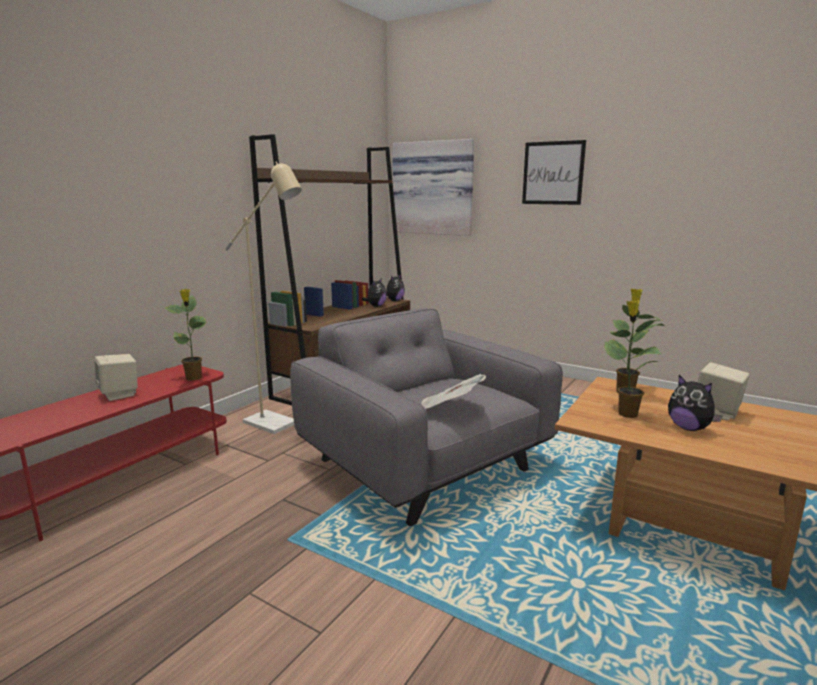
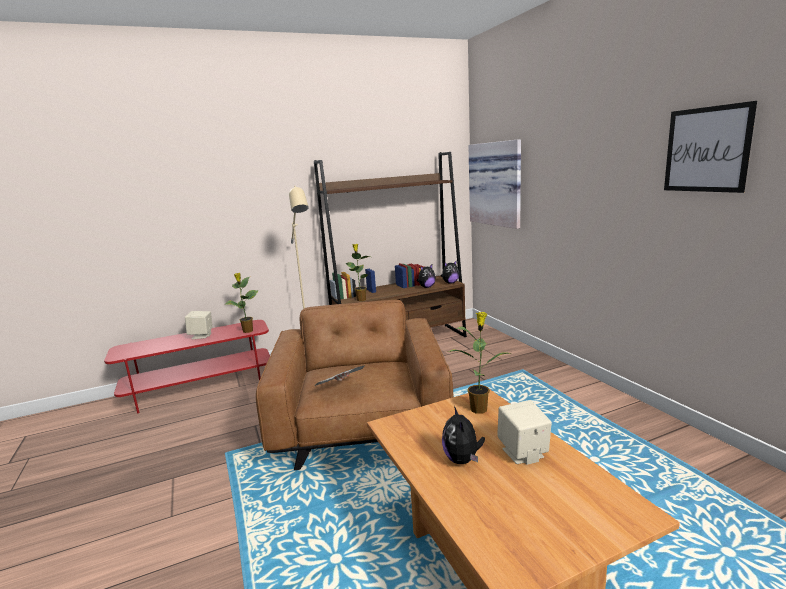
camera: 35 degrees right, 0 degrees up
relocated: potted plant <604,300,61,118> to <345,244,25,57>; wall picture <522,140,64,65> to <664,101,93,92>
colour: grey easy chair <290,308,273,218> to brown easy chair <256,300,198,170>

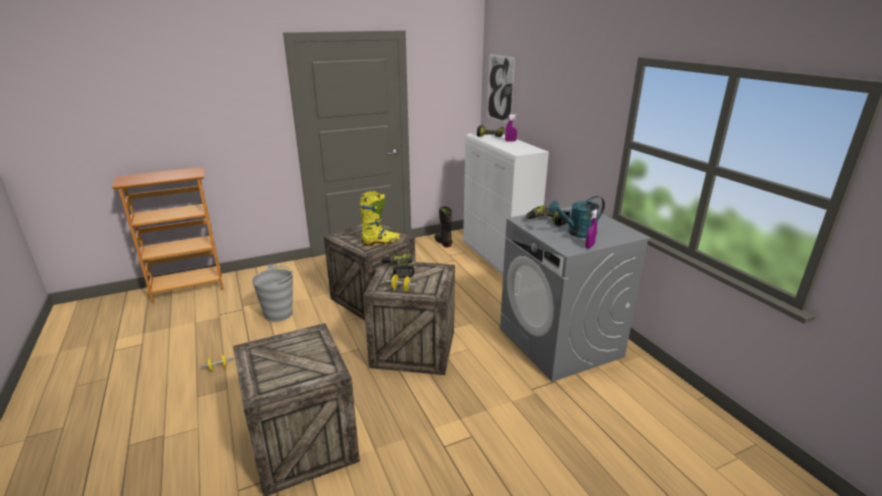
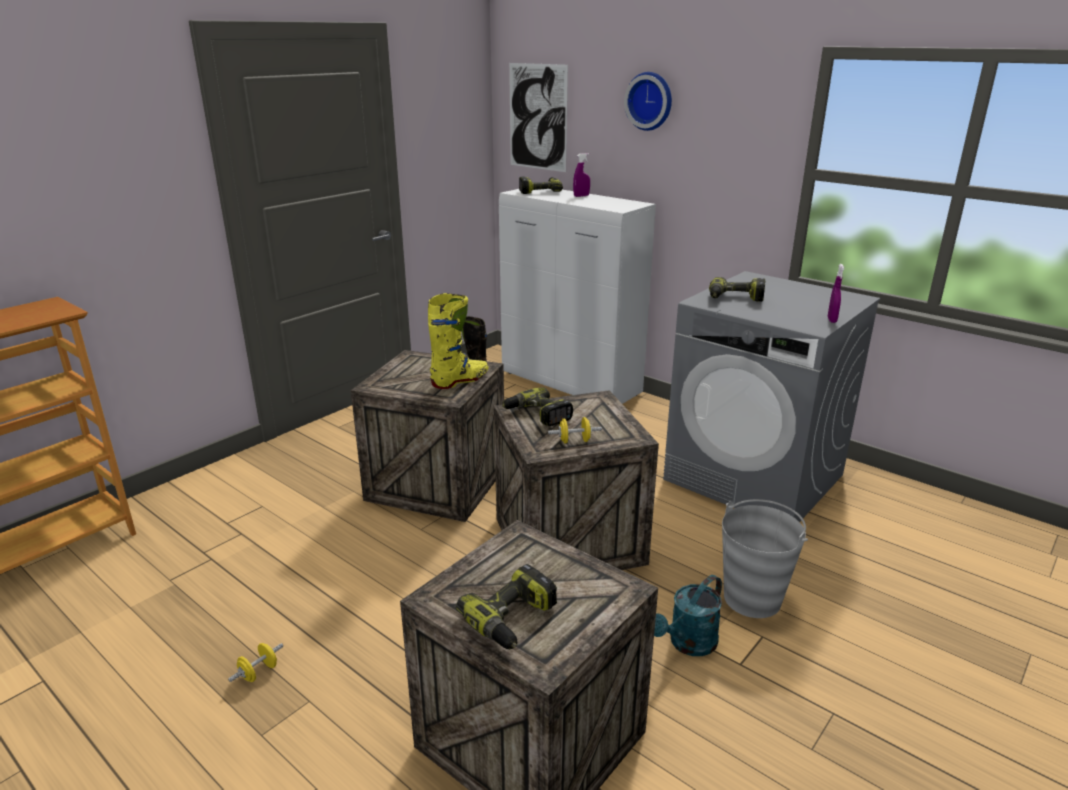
camera: 25 degrees left, 0 degrees up
appeared: drill <456,564,101,85>; wall clock <624,72,48,59>
relocated: turquoise-coloured sprinkling can <549,196,56,42> to <654,575,68,81>; grey bucket <252,264,41,58> to <722,499,86,119>

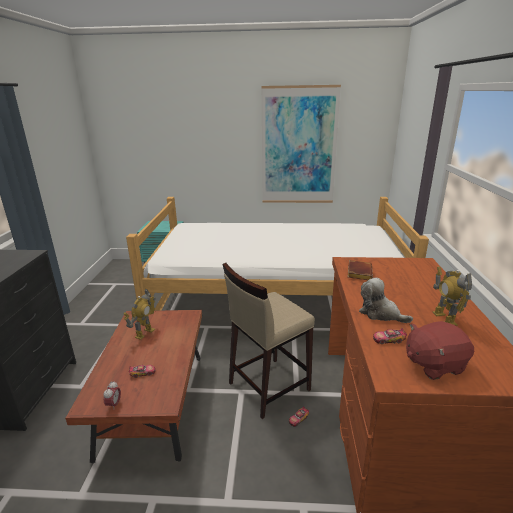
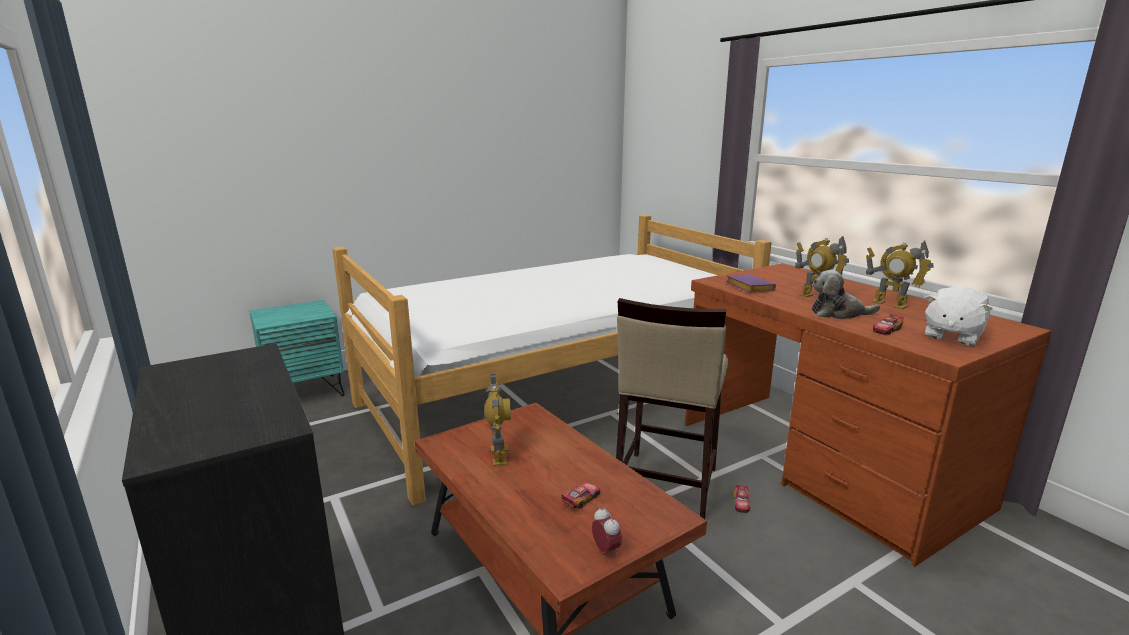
camera: 35 degrees left, 5 degrees down
missing: wall picture <261,85,80,118>
appeared: robot figure <795,236,54,65>
colour: brown volume <348,260,25,20> to purple-coloured volume <726,274,50,18>; red-coloured soft toy <406,321,68,59> to white soft toy <925,287,68,59>

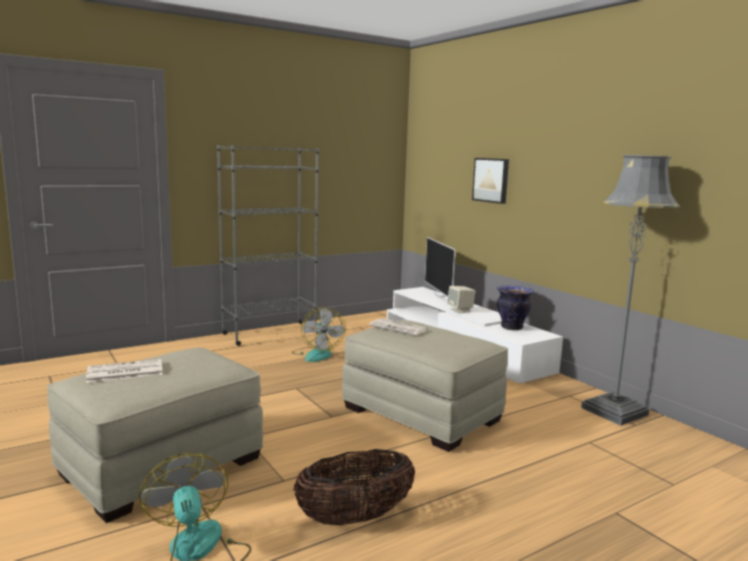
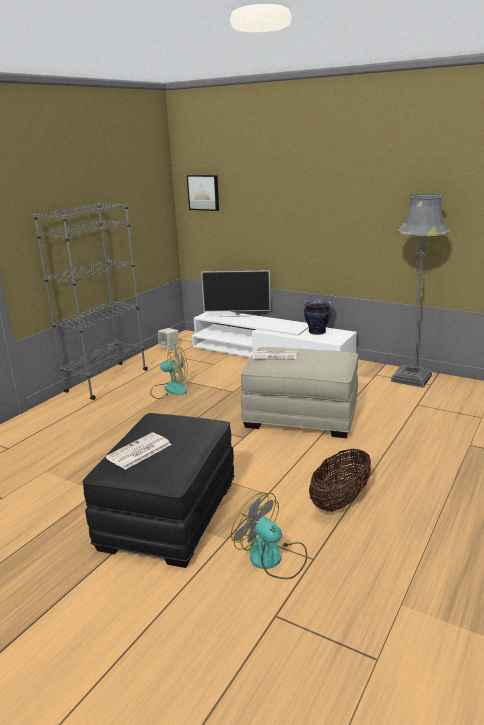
camera: 25 degrees left, 10 degrees up
relocated: sand-coloured speaker <447,286,28,27> to <158,328,21,22>; wall picture <472,158,37,46> to <187,175,32,36>
colour: sand-coloured pouffe <47,347,216,176> to black pouffe <82,413,152,155>
spun: cooling fan <292,307,53,55> = <150,346,38,53> 45 degrees counterclockwise; TV <425,237,31,65> = <201,270,69,47> 45 degrees counterclockwise

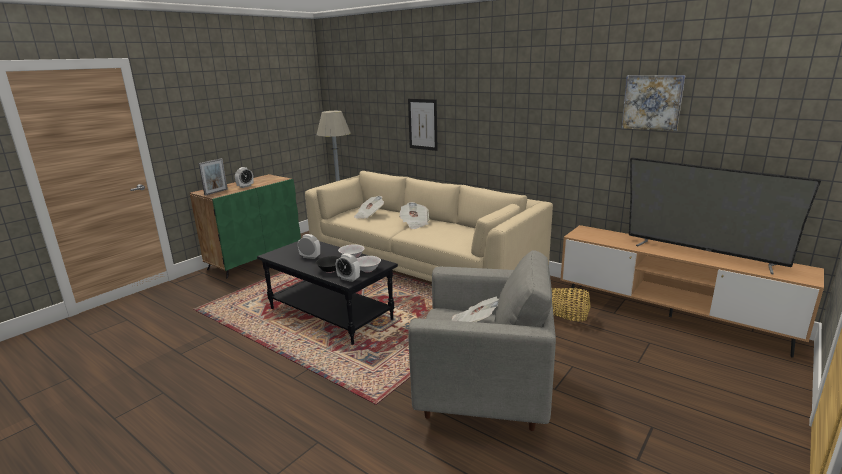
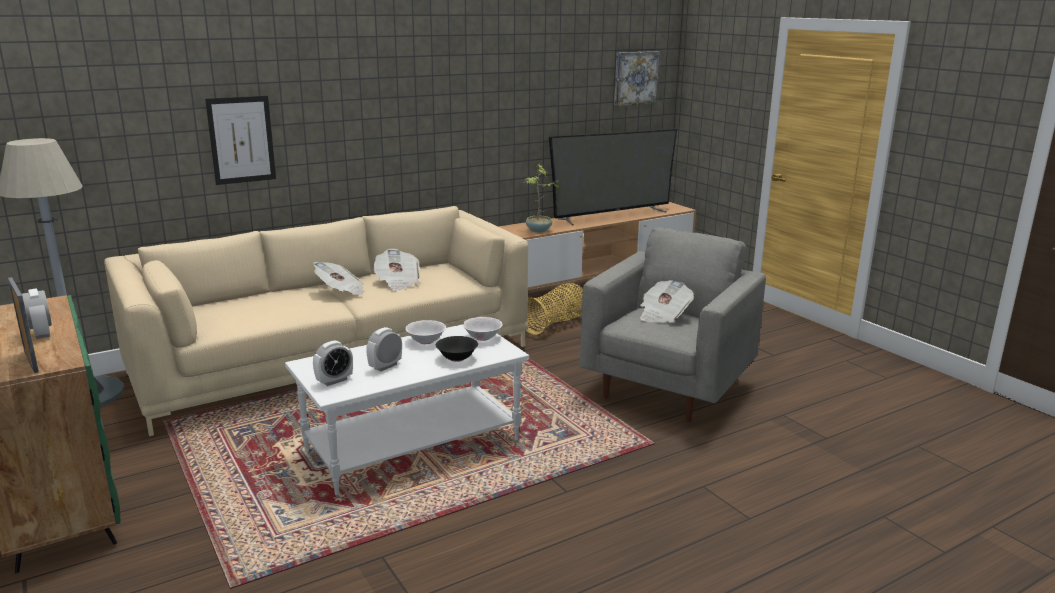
camera: 70 degrees left, 0 degrees up
appeared: potted plant <524,164,35,68>
relocated: bedside clock <336,253,24,29> to <313,341,40,45>; newspaper <354,196,30,23> to <373,249,47,42>; wall picture <621,75,64,56> to <614,51,46,55>
colour: black low table <257,241,141,104> to white low table <285,324,244,171>

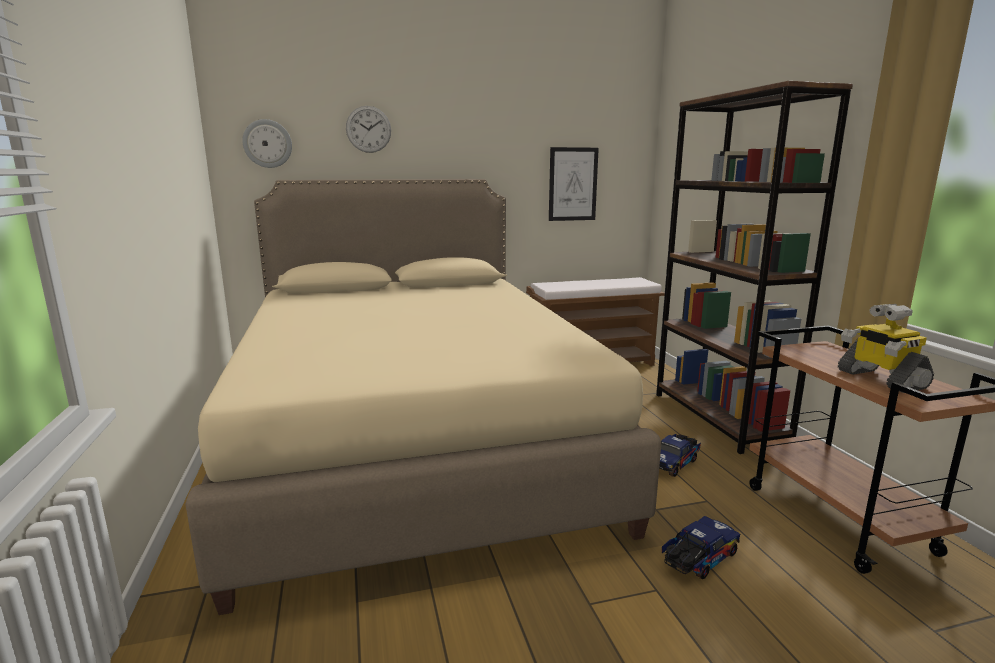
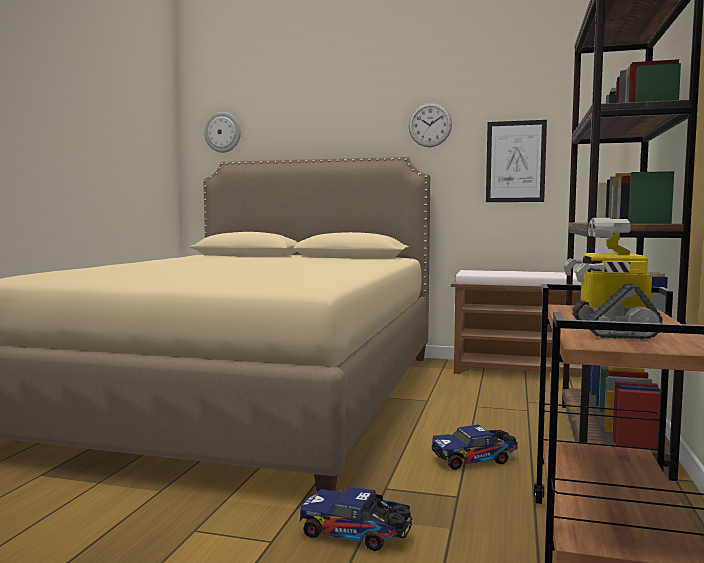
camera: 30 degrees right, 10 degrees down
relocated: wall clock <346,106,45,47> to <409,103,43,44>
spun: toy lorry <662,516,78,63> = <300,487,113,64> 150 degrees counterclockwise

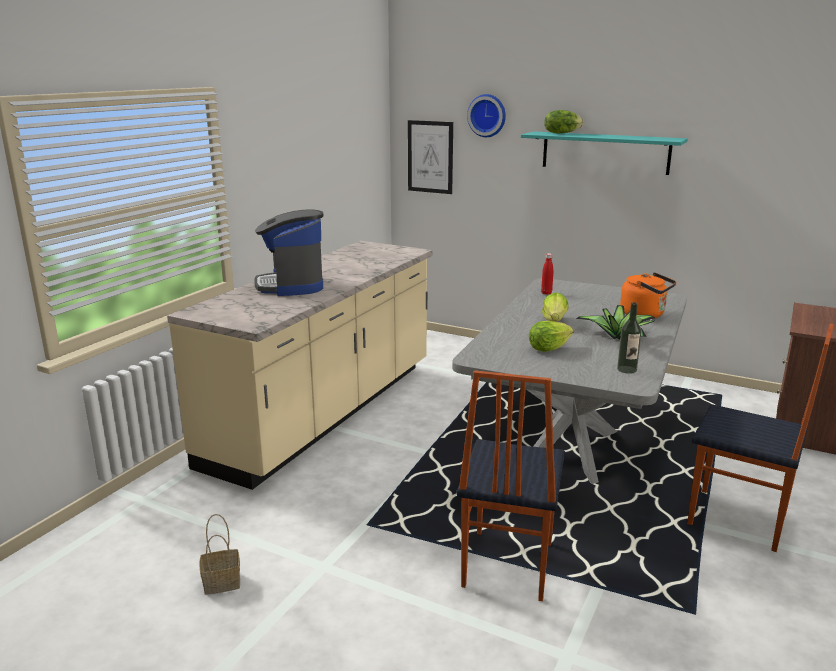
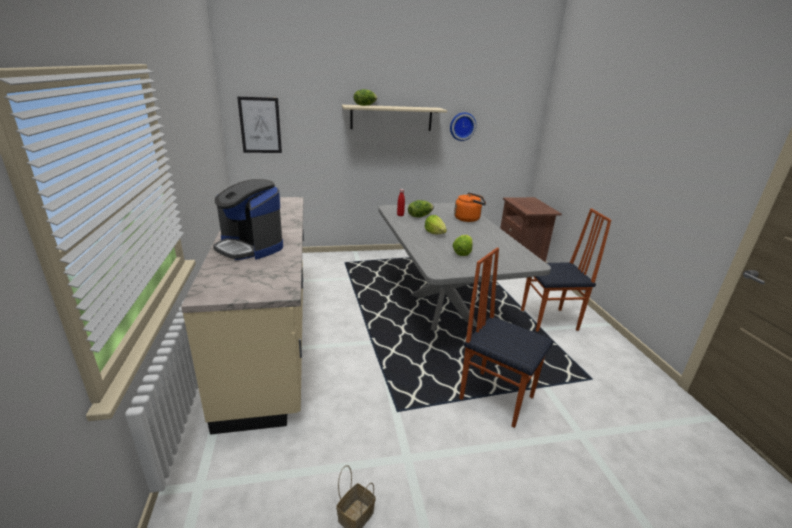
camera: 40 degrees left, 5 degrees up
missing: potted plant <576,305,79,35>; drink bottle <617,302,25,72>
appeared: lettuce head <408,200,26,17>
relocated: wall clock <467,94,39,43> to <450,112,26,29>
colour: turquoise-coloured wall shelf <521,131,167,44> to sand-coloured wall shelf <342,105,105,26>
spun: plain chair <457,370,108,231> = <459,247,95,181> 150 degrees clockwise

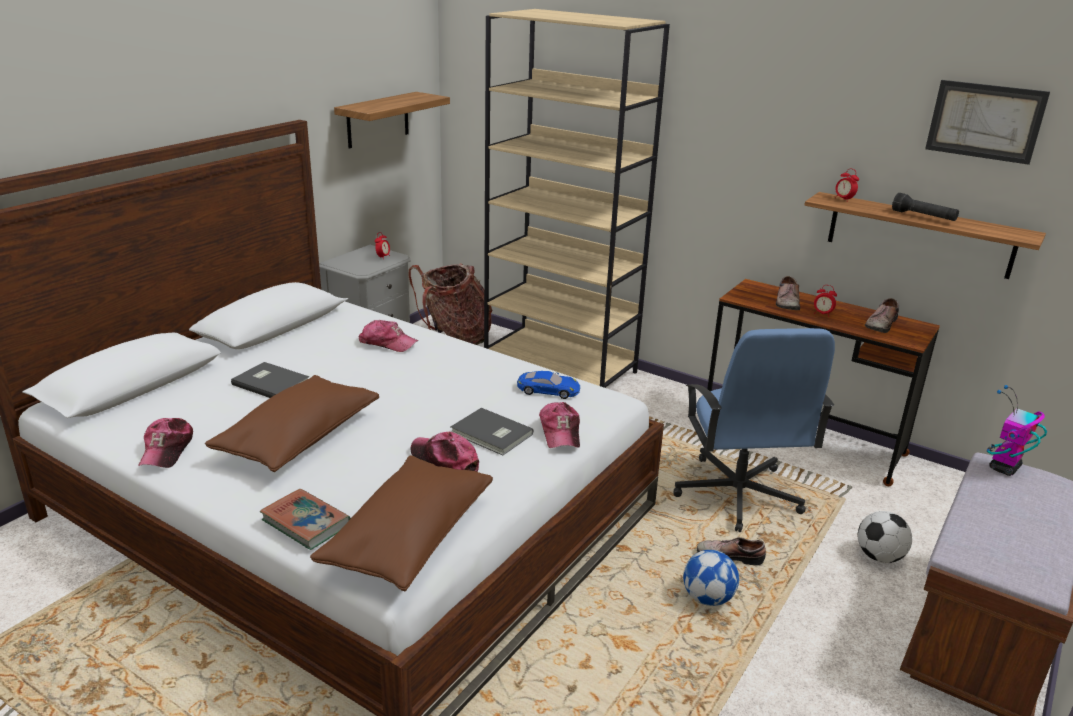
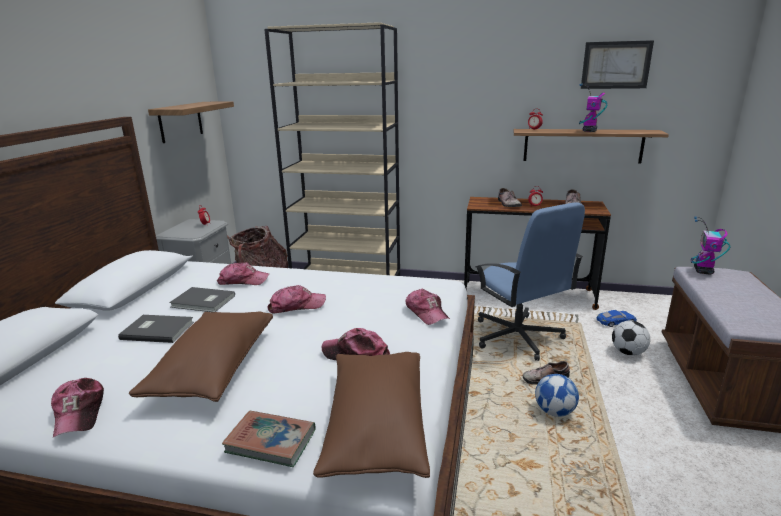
camera: 20 degrees left, 5 degrees down
appeared: peaked cap <268,285,58,29>
relocated: grey volume <450,408,83,47> to <169,287,66,25>; bluish model car <517,371,63,28> to <596,310,41,17>
exchanged: black torch <892,193,67,28> to robot figure <579,84,28,48>

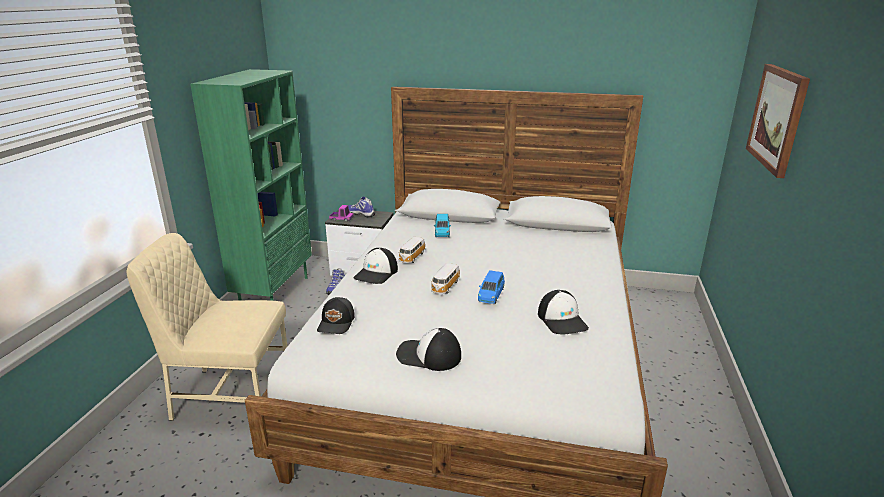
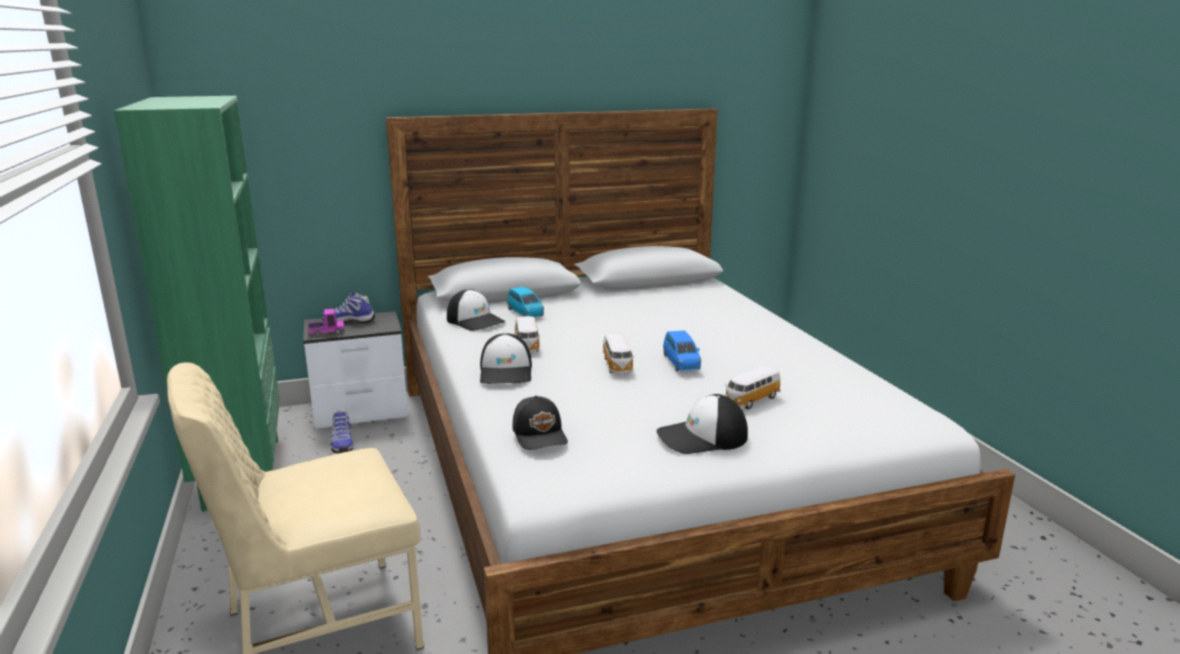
camera: 30 degrees left, 5 degrees down
missing: wall picture <746,64,64,114>
appeared: model car <725,366,56,43>
relocated: peaked cap <538,290,51,44> to <447,289,59,42>

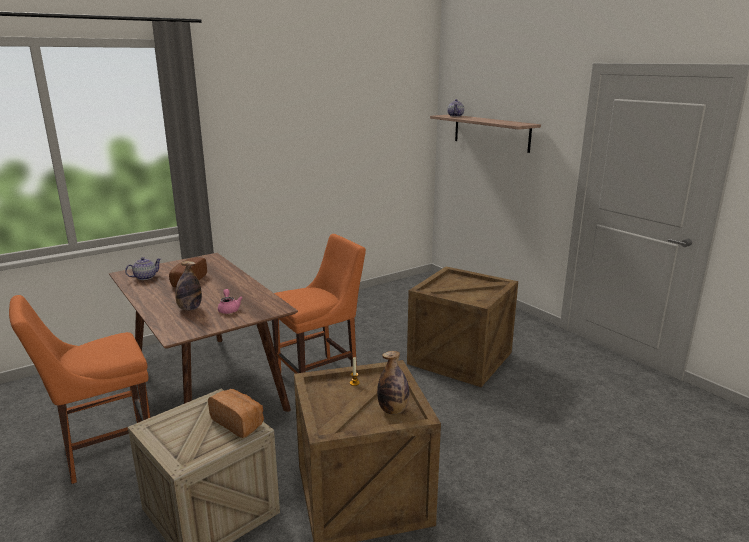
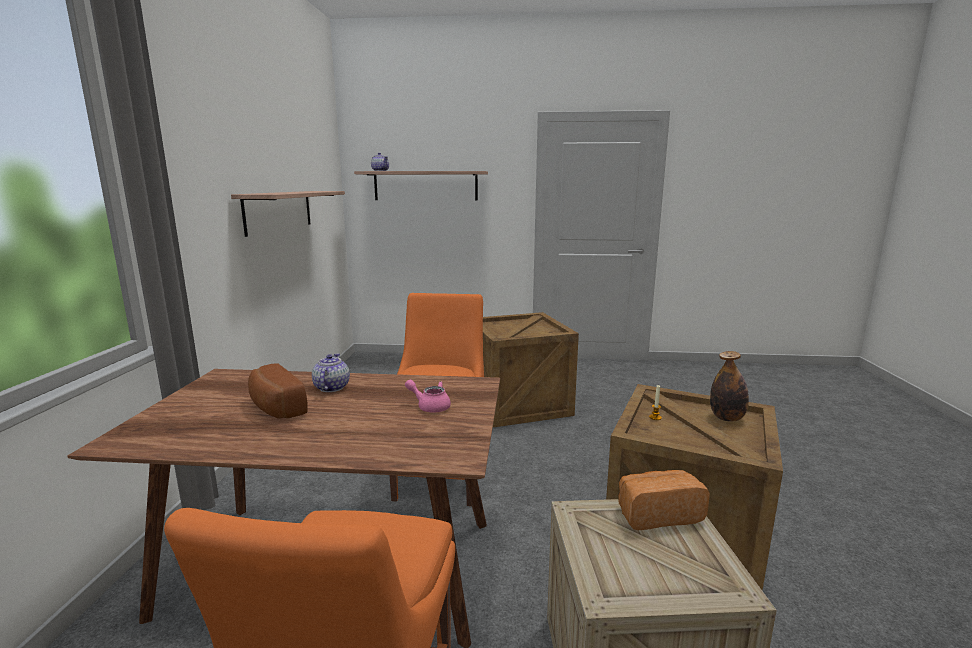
camera: 50 degrees left, 5 degrees down
missing: drink bottle <175,261,27,50>
appeared: wall shelf <231,191,114,46>
relocated: tea pot <125,257,36,23> to <312,353,38,39>

